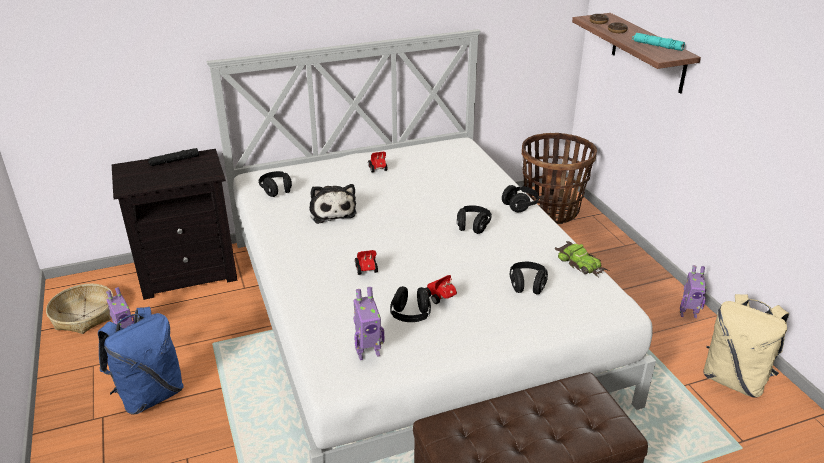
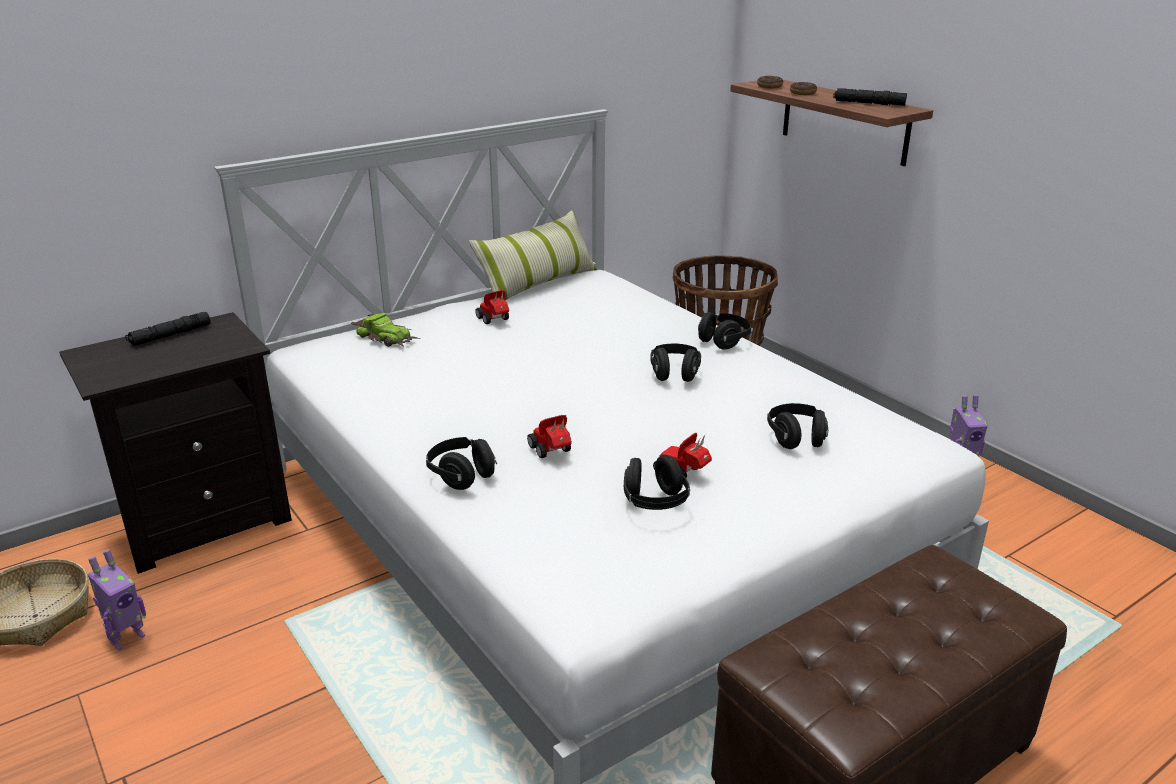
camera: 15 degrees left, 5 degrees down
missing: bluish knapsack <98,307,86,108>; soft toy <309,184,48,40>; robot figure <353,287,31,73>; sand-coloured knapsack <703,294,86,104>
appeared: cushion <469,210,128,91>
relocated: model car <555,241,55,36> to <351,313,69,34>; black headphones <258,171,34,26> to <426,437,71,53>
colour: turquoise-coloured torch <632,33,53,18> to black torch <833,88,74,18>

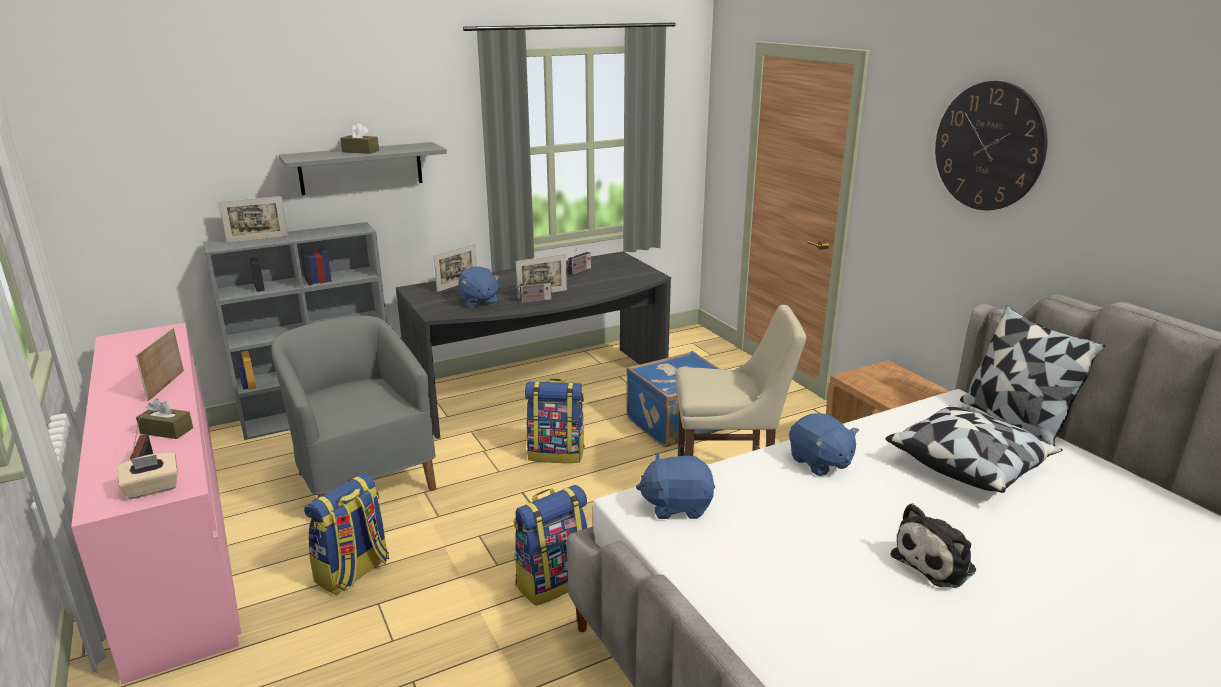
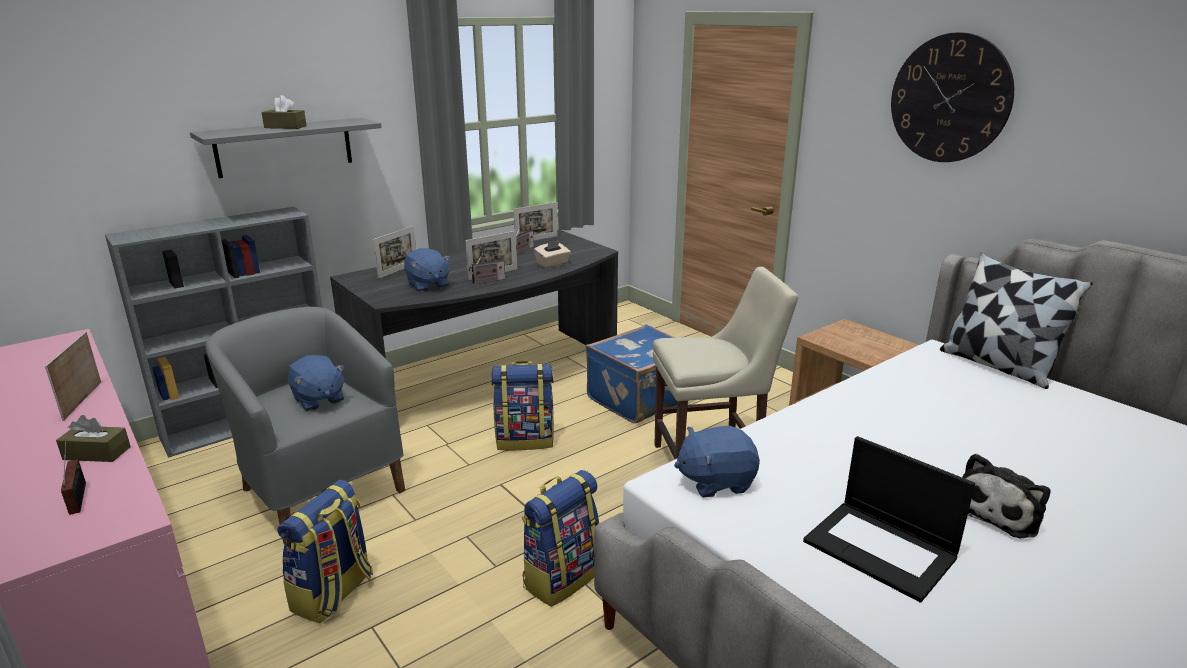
camera: 10 degrees left, 0 degrees up
missing: cushion <885,405,178,88>
appeared: portable computer <803,436,172,167>
relocated: bluish soft toy <789,413,70,63> to <288,355,57,56>; photo frame <218,196,70,47> to <513,202,45,39>; sand-coloured tissue holder <117,452,61,47> to <534,240,37,28>

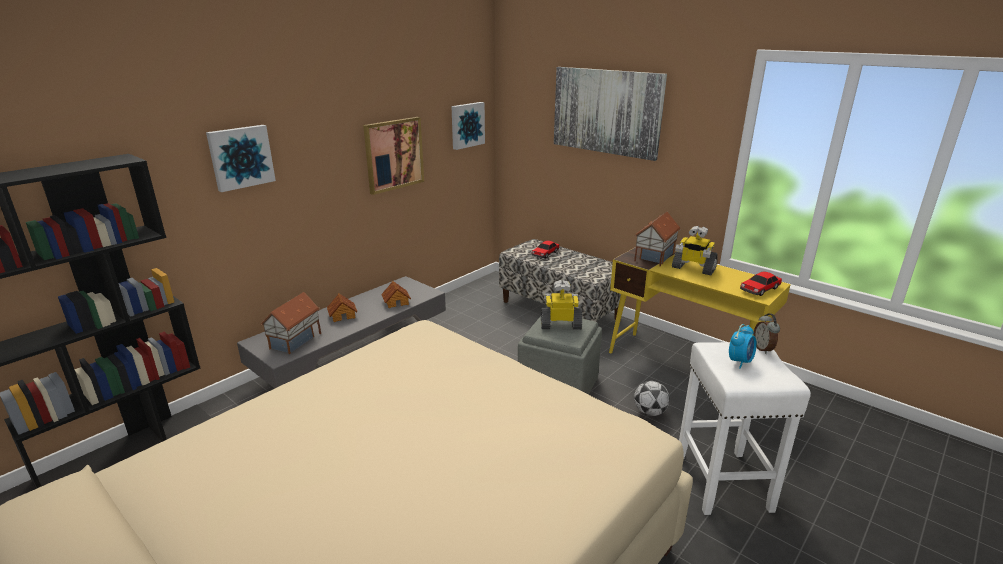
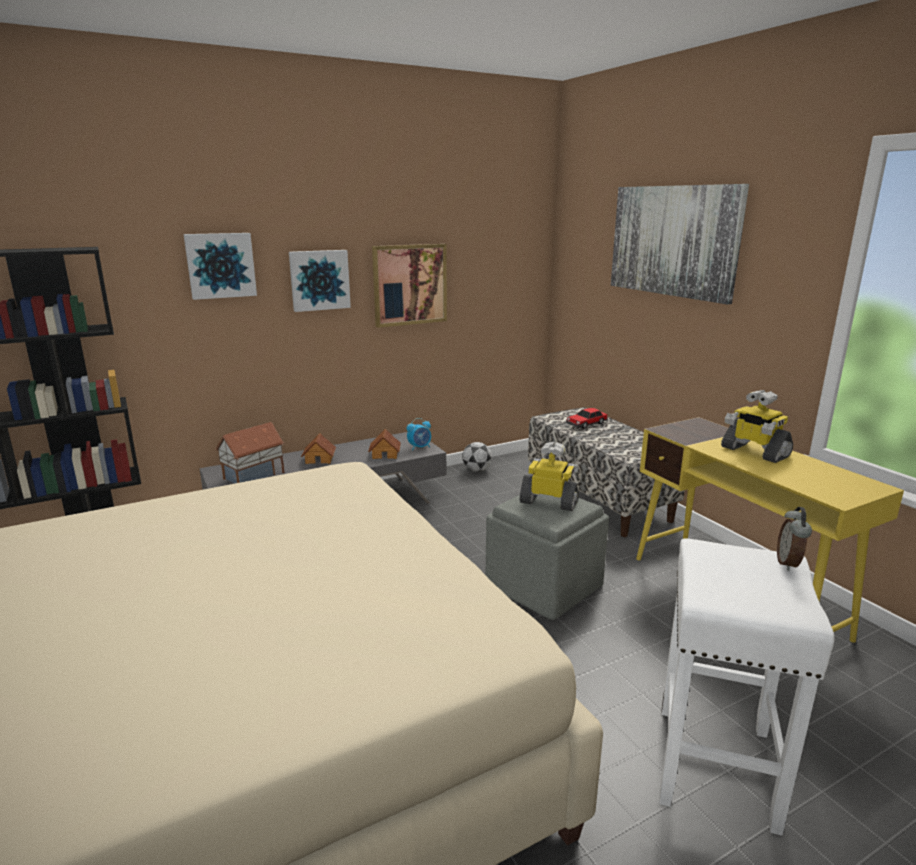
camera: 20 degrees right, 5 degrees down
missing: toy house <634,212,47,54>; model car <740,271,42,25>
relocated: wall picture <451,102,34,48> to <289,250,62,62>; bedside clock <729,324,28,45> to <407,418,24,33>; football ball <634,381,36,35> to <462,442,30,30>

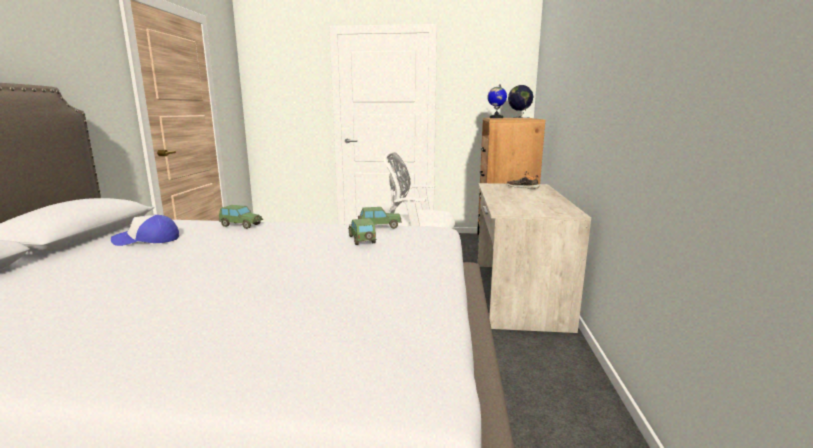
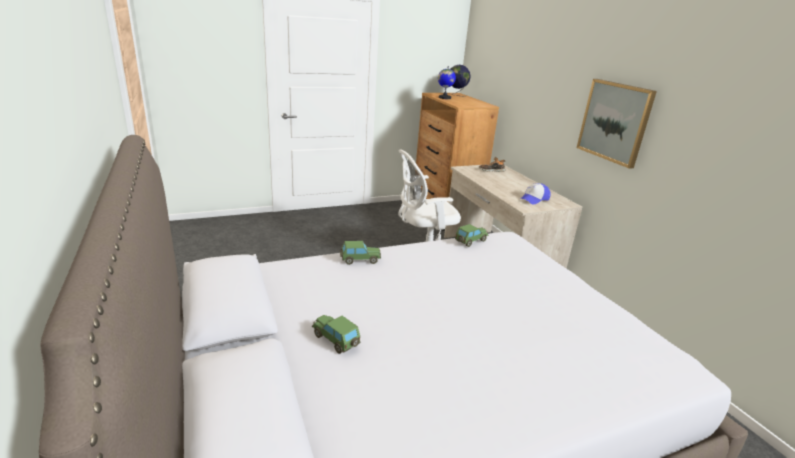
camera: 30 degrees left, 10 degrees up
appeared: wall picture <577,79,80,90>
relocated: model car <348,218,28,27> to <312,315,48,39>; peaked cap <111,215,68,31> to <520,183,31,21>

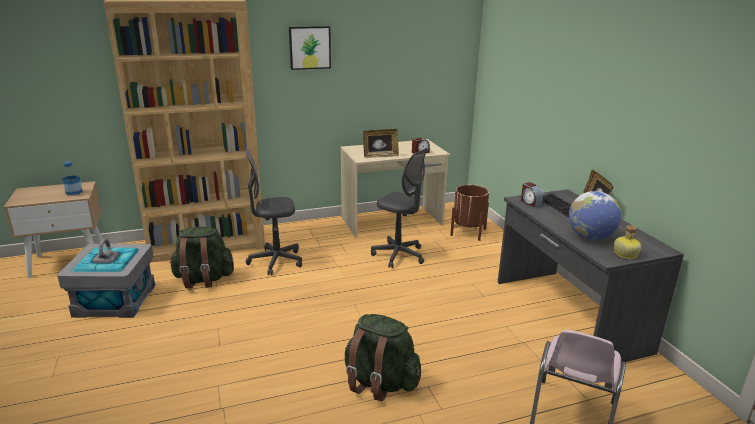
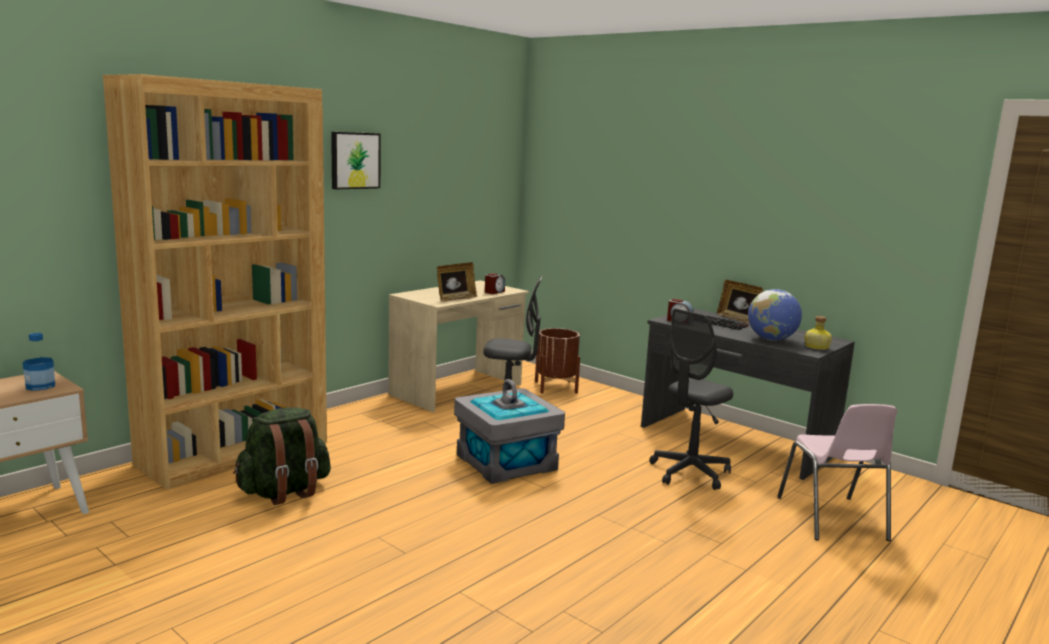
camera: 30 degrees left, 10 degrees down
missing: green knapsack <345,314,76,87>
relocated: grey storage container <57,238,98,80> to <454,379,111,105>; grey desk chair <245,148,57,127> to <649,308,84,182>

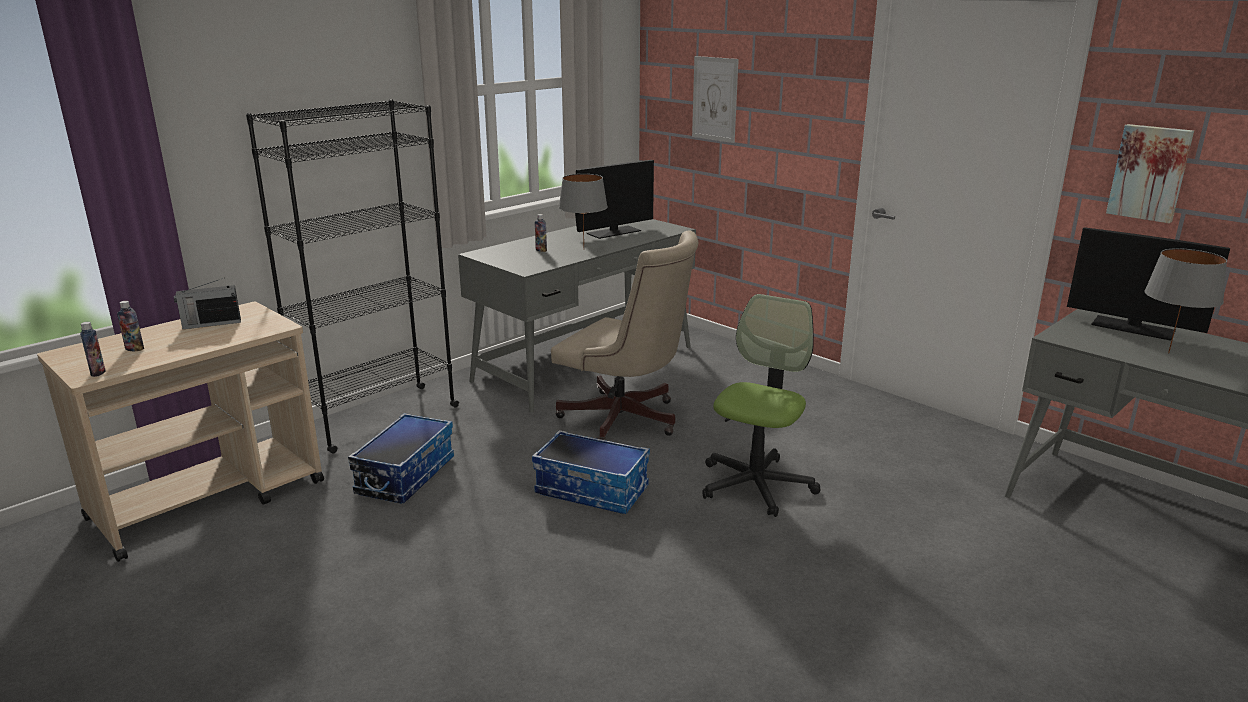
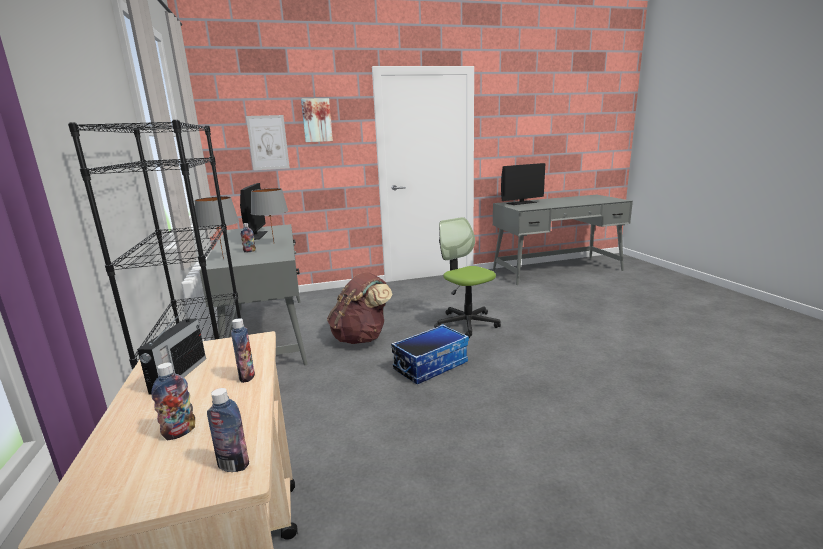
camera: 60 degrees left, 5 degrees down
missing: storage container <348,413,106,91>
appeared: drink bottle <231,318,24,65>
relocated: grey tabletop lamp <1144,248,83,106> to <194,196,45,63>; wall picture <1106,124,88,99> to <301,98,32,44>
exchanged: sand-coloured desk chair <551,231,148,209> to brown knapsack <327,272,66,72>

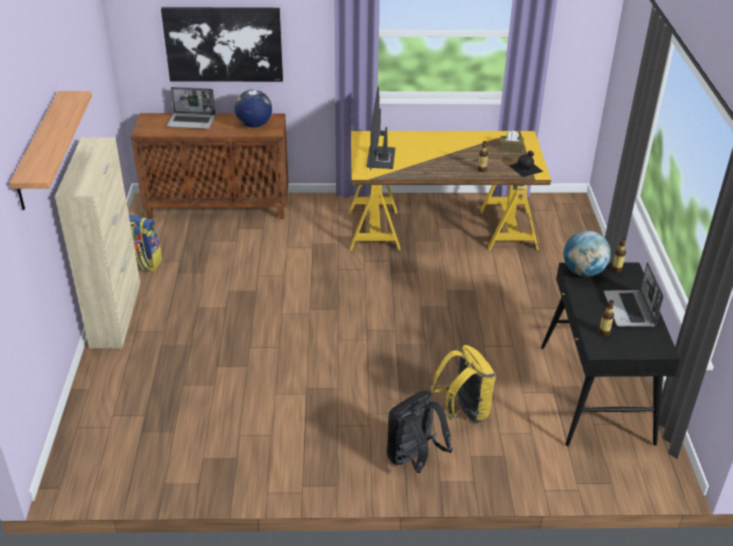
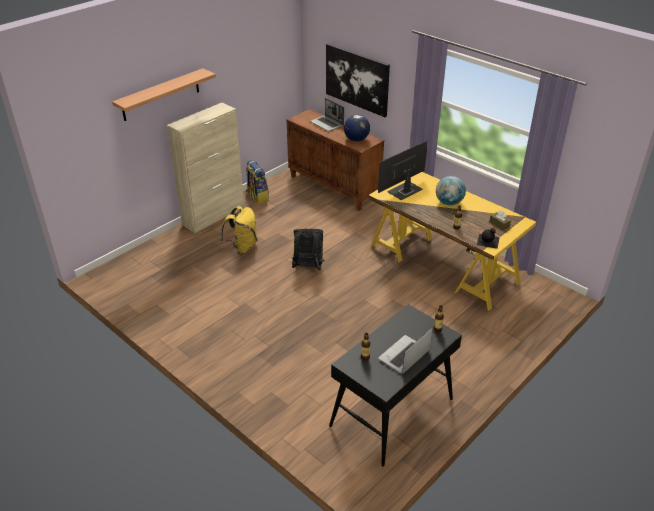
camera: 45 degrees right, 0 degrees up
relocated: yellow knapsack <431,345,65,78> to <220,206,38,49>; black knapsack <387,390,66,83> to <291,229,34,41>; world globe <564,230,47,46> to <436,176,30,30>

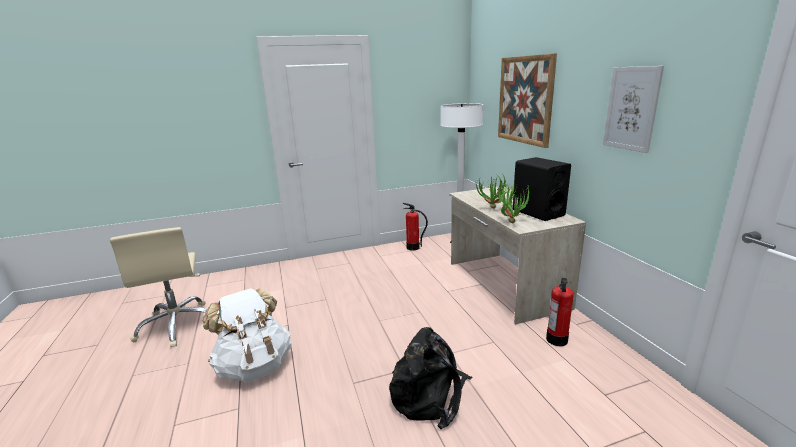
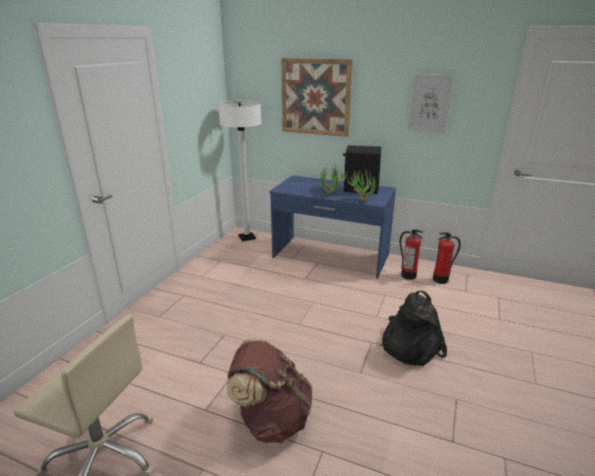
camera: 50 degrees left, 5 degrees up
relocated: fire extinguisher <402,203,26,47> to <433,232,28,52>
colour: white knapsack <202,288,89,94> to brown knapsack <227,339,86,104>; sand-coloured desk unit <449,186,137,138> to bluish desk unit <269,175,127,104>

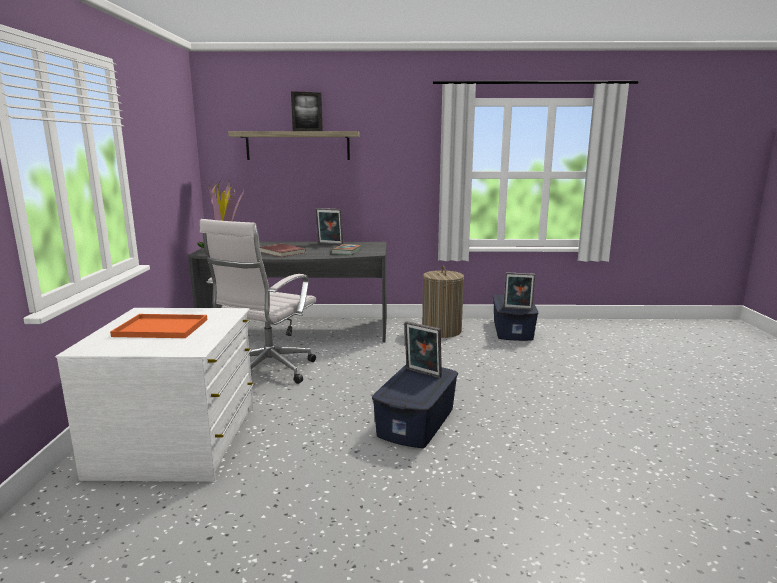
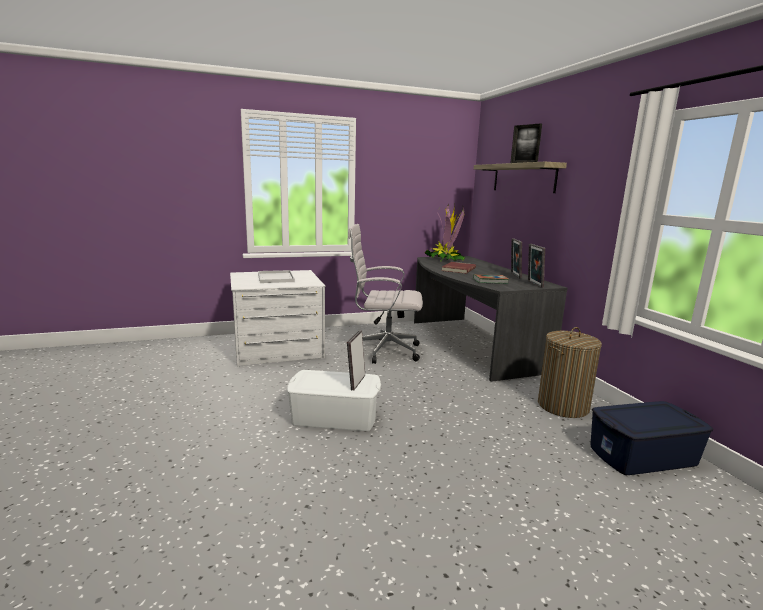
camera: 70 degrees right, 0 degrees up
relocated: photo frame <504,272,31,38> to <528,244,17,44>
colour: orange-coloured serving tray <110,314,97,24> to white serving tray <258,270,37,13>; bluish storage container <372,365,86,83> to white storage container <287,370,94,61>

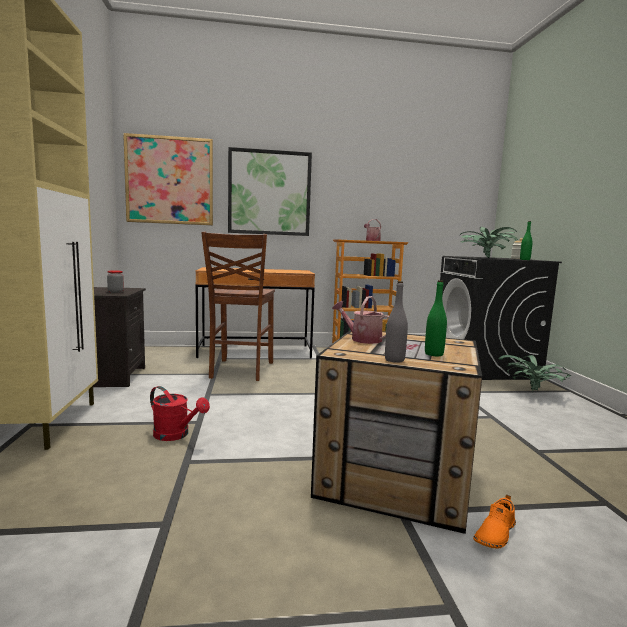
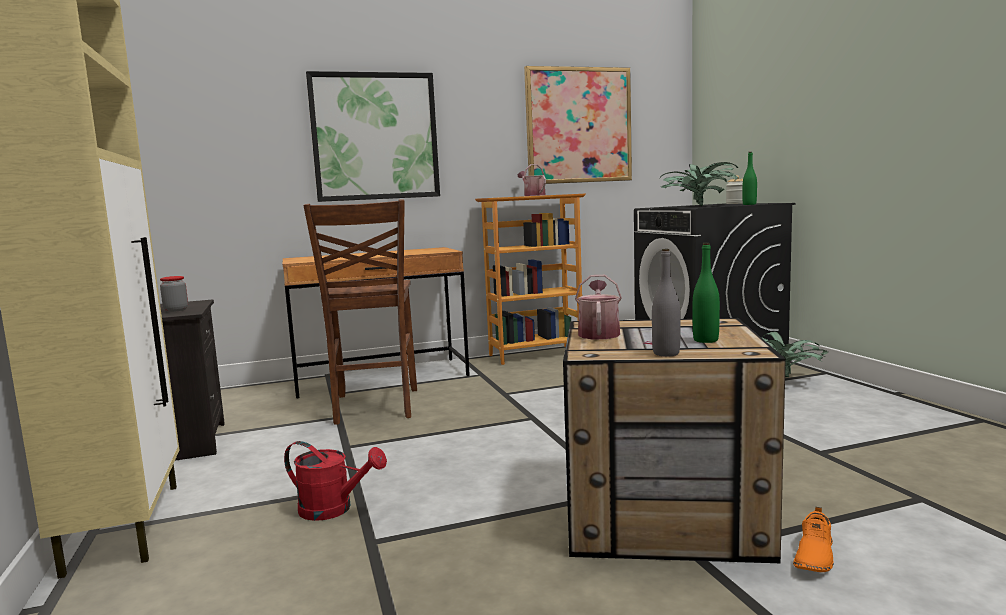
camera: 10 degrees left, 0 degrees up
relocated: wall picture <123,133,90,93> to <524,66,108,118>
spun: sprinkling can <332,296,57,48> = <575,275,47,64> 75 degrees clockwise

